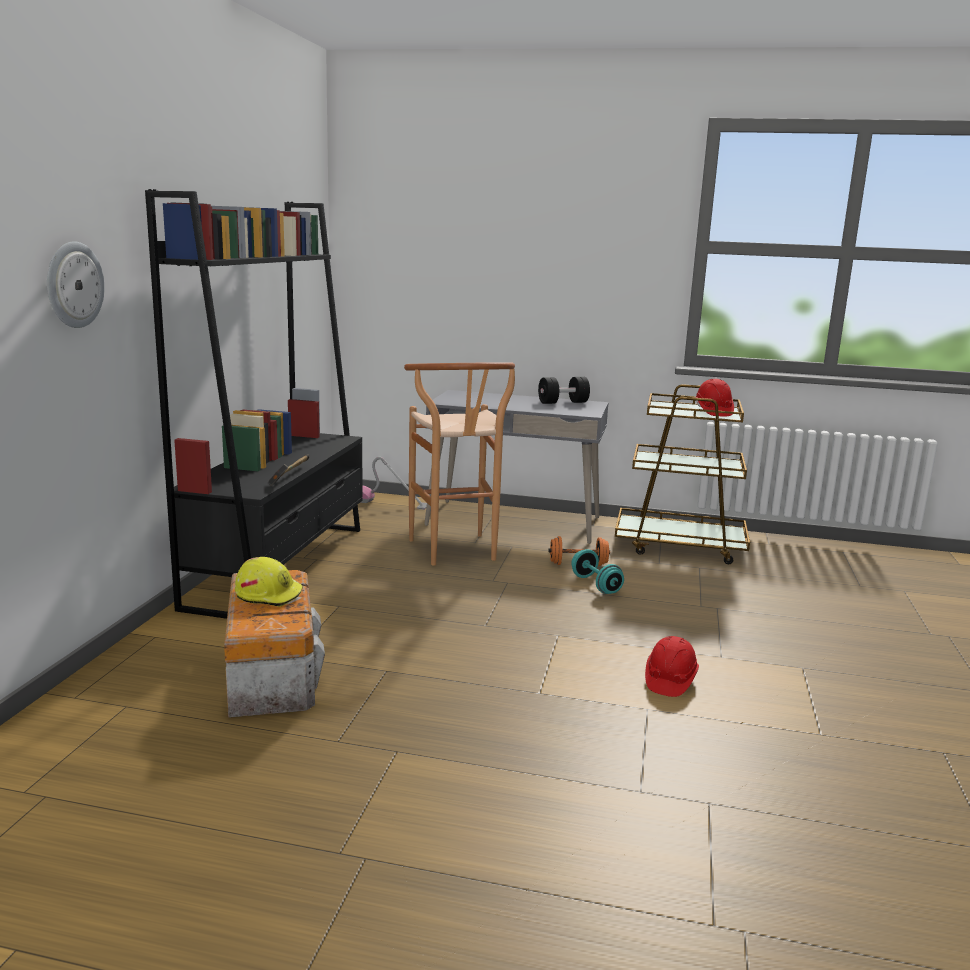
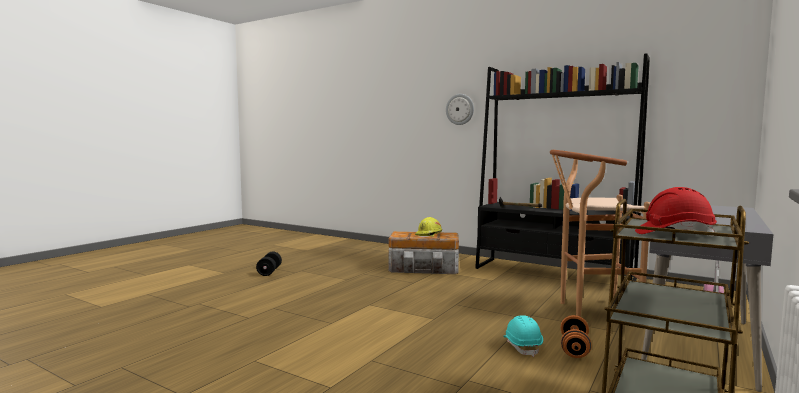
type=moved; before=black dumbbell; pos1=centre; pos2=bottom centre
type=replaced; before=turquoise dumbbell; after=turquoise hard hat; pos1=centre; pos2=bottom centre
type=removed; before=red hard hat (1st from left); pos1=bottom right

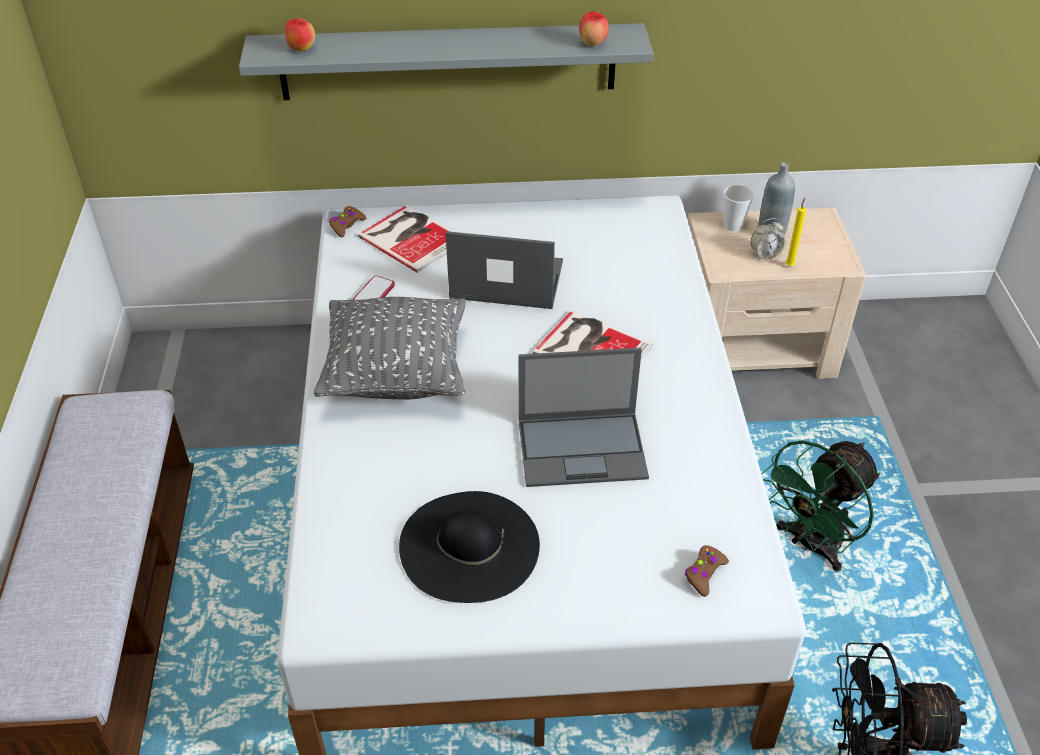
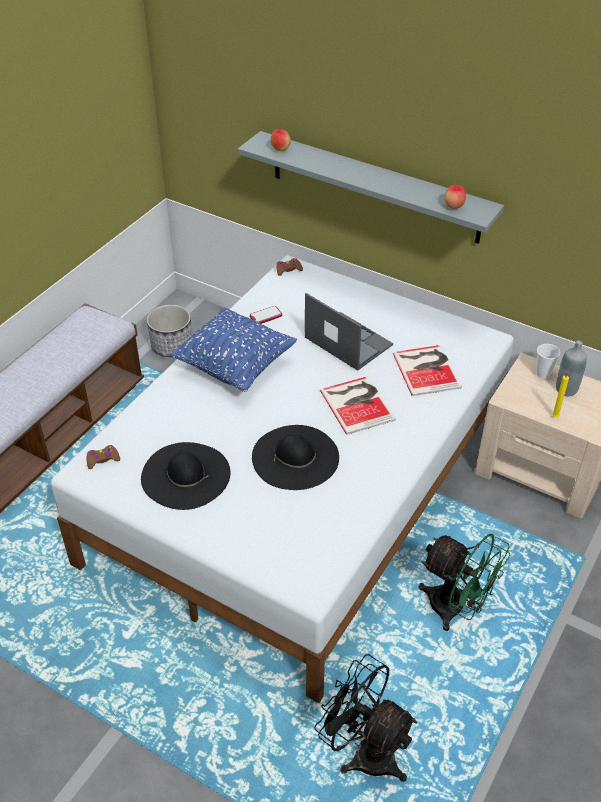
type=moved; before=brown game controller (2nd from left in the first image); after=brown game controller (1st from left); pos1=bottom right; pos2=middle left
type=added; after=planter; pos2=middle left
type=recoloured; before=grey pillow; after=blue pillow; pos1=centre; pos2=centre
type=replaced; before=laptop (2nd from left); after=black hat (2nd from left); pos1=centre; pos2=centre
type=moved; before=book (1st from left in the first image); after=book (2nd from left); pos1=top centre; pos2=middle right
type=turned; before=green fan; pos1=bottom right; pos2=bottom right; turn=-135
type=removed; before=alarm clock; pos1=top right

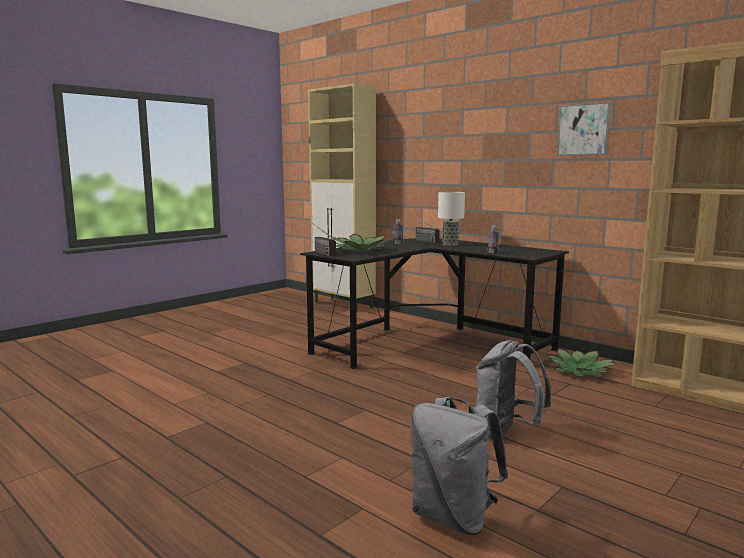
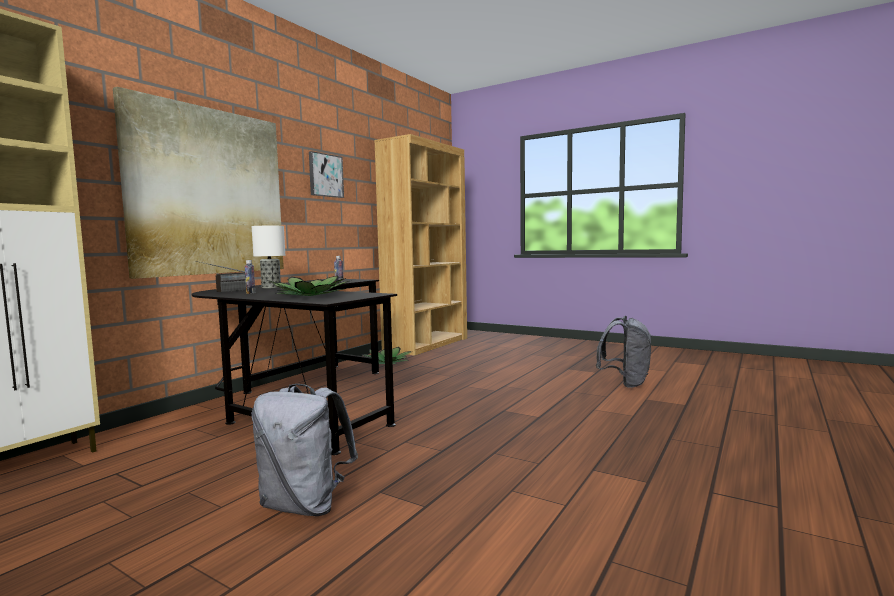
type=added; after=picture (1st from left); pos2=top left
type=moved; before=grey backpack (2nd from left in the first image); after=grey backpack (1st from left); pos1=bottom right; pos2=bottom centre
type=removed; before=radio (1st from left); pos1=centre

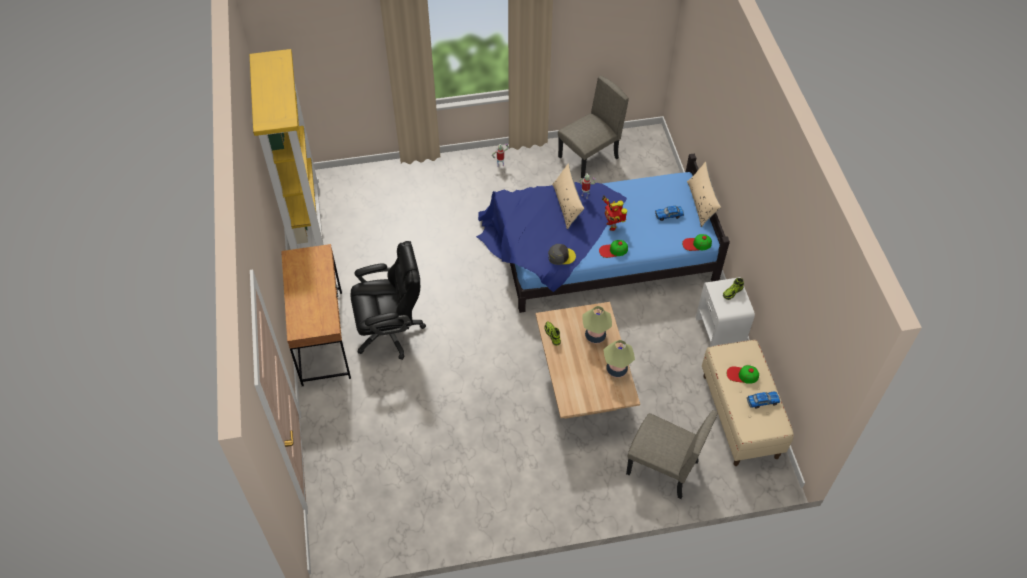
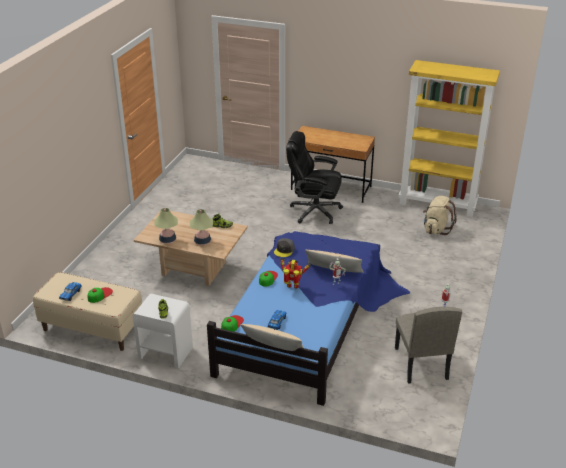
type=turned; before=black office chair; pos1=centre; pos2=centre; turn=90
type=added; after=beige backpack; pos2=middle right
type=removed; before=beige chair (2nd from left); pos1=bottom centre

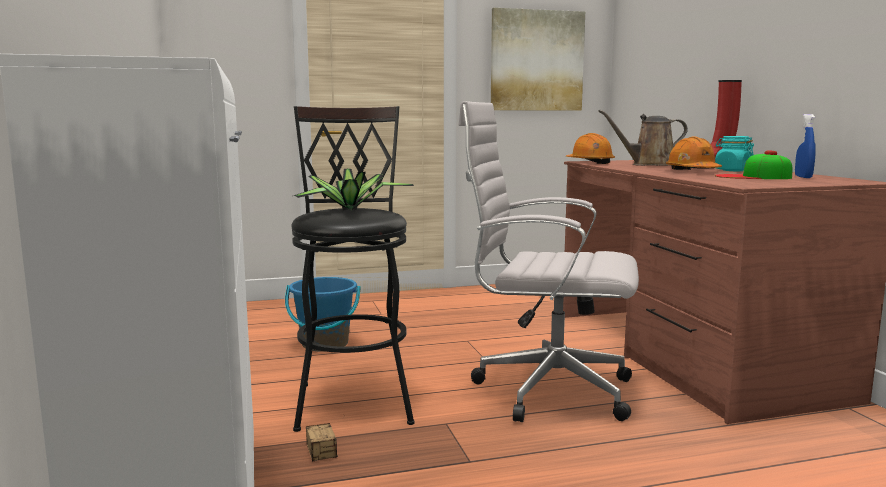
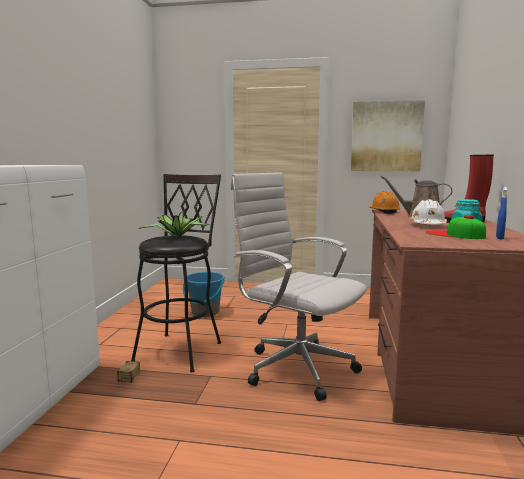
type=recoloured; before=orange hard hat (2nd from left); after=white hard hat; pos1=top right; pos2=middle right

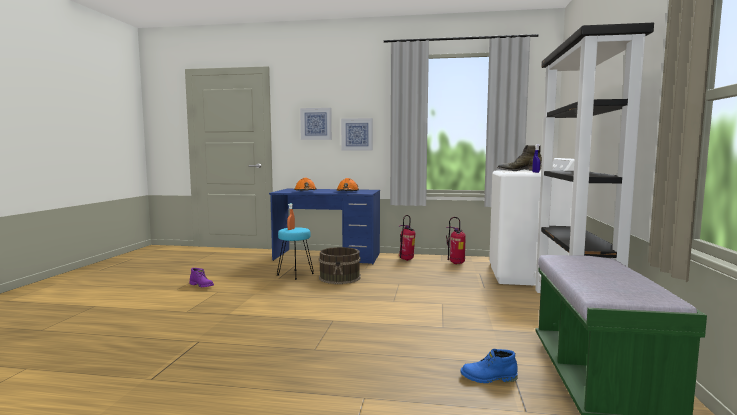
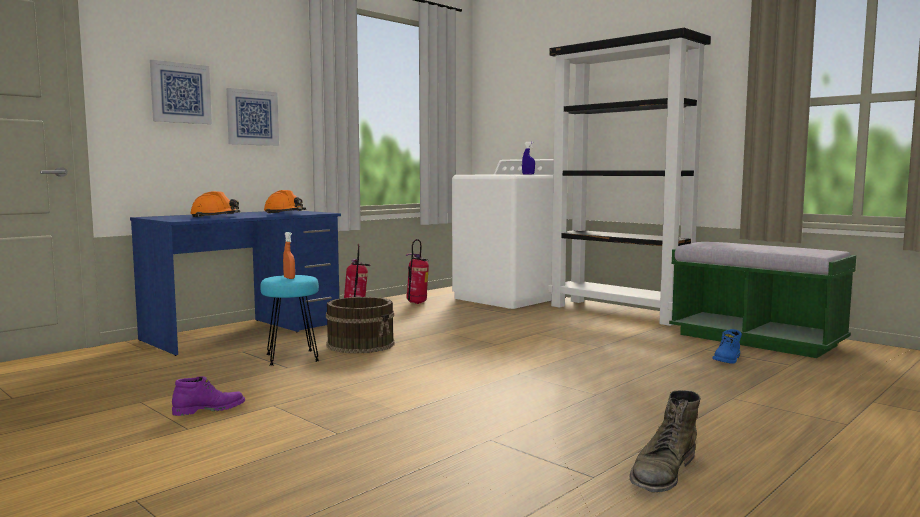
type=moved; before=green boot; pos1=middle right; pos2=bottom right

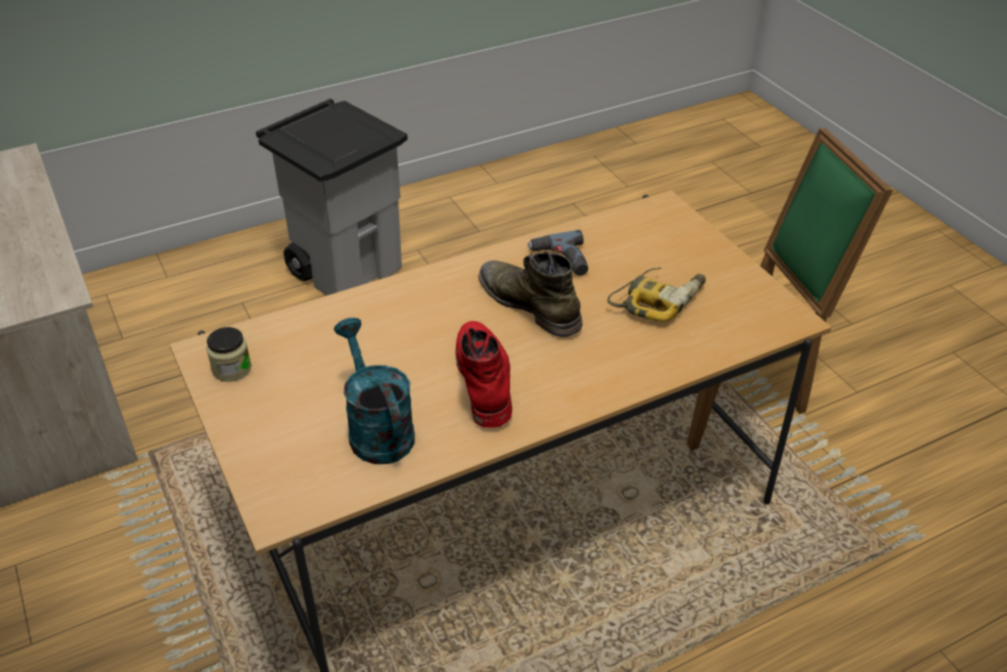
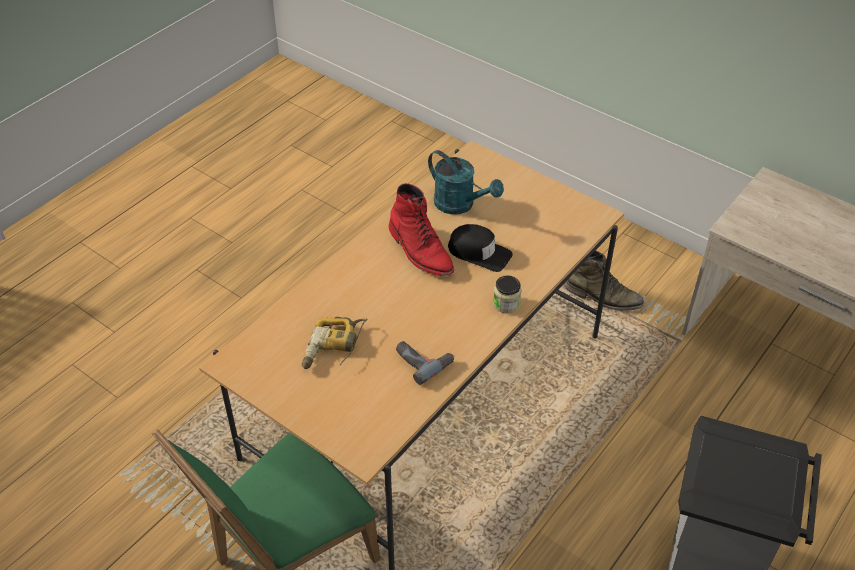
type=added; after=black cap; pos2=centre
type=moved; before=jar; pos1=middle left; pos2=centre
type=moved; before=green boot; pos1=centre; pos2=middle right

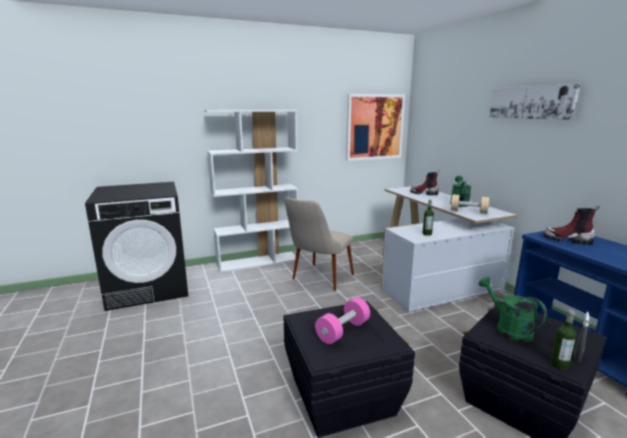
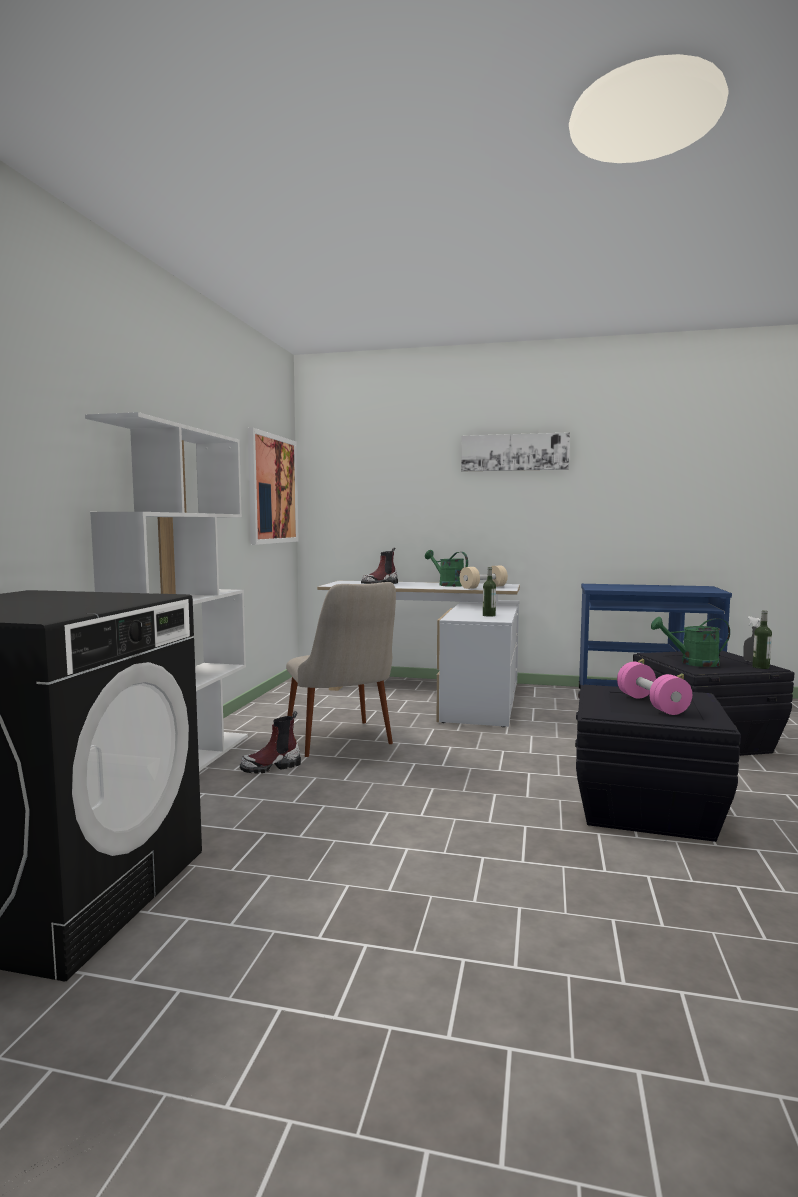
type=moved; before=boot (2nd from left in the first image); after=boot (1st from left); pos1=middle right; pos2=centre

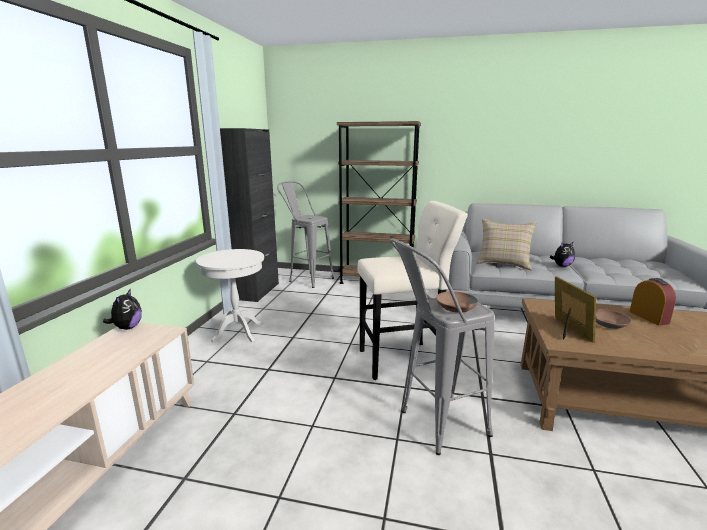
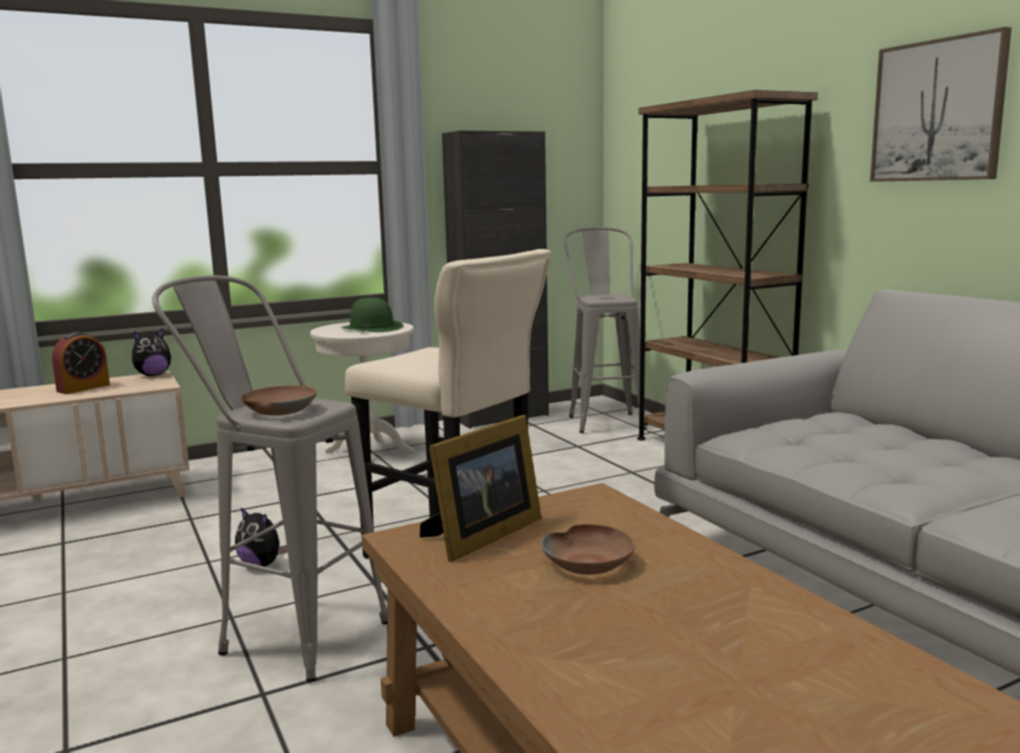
type=moved; before=alarm clock; pos1=middle right; pos2=middle left
type=moved; before=plush toy (2nd from left); pos1=middle right; pos2=bottom left
type=added; after=green hat; pos2=centre
type=added; after=picture; pos2=top right
type=removed; before=beige pillow; pos1=middle right

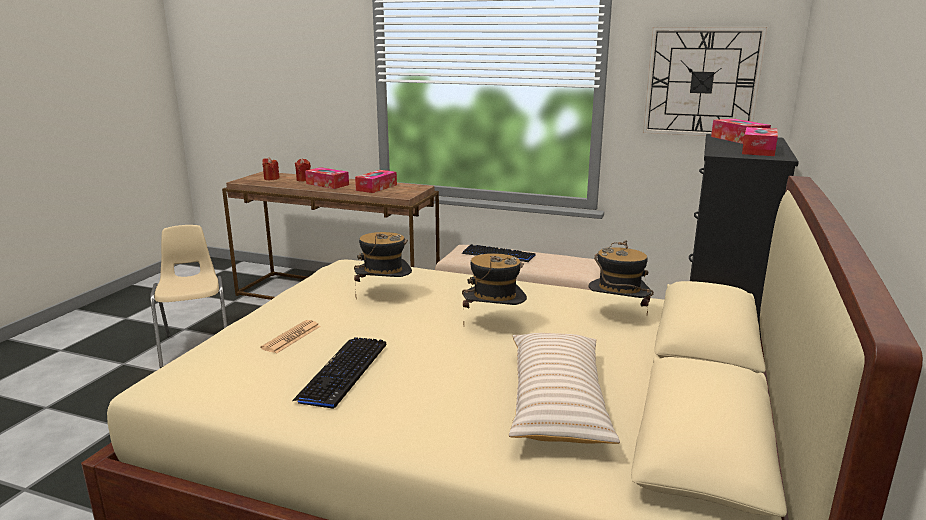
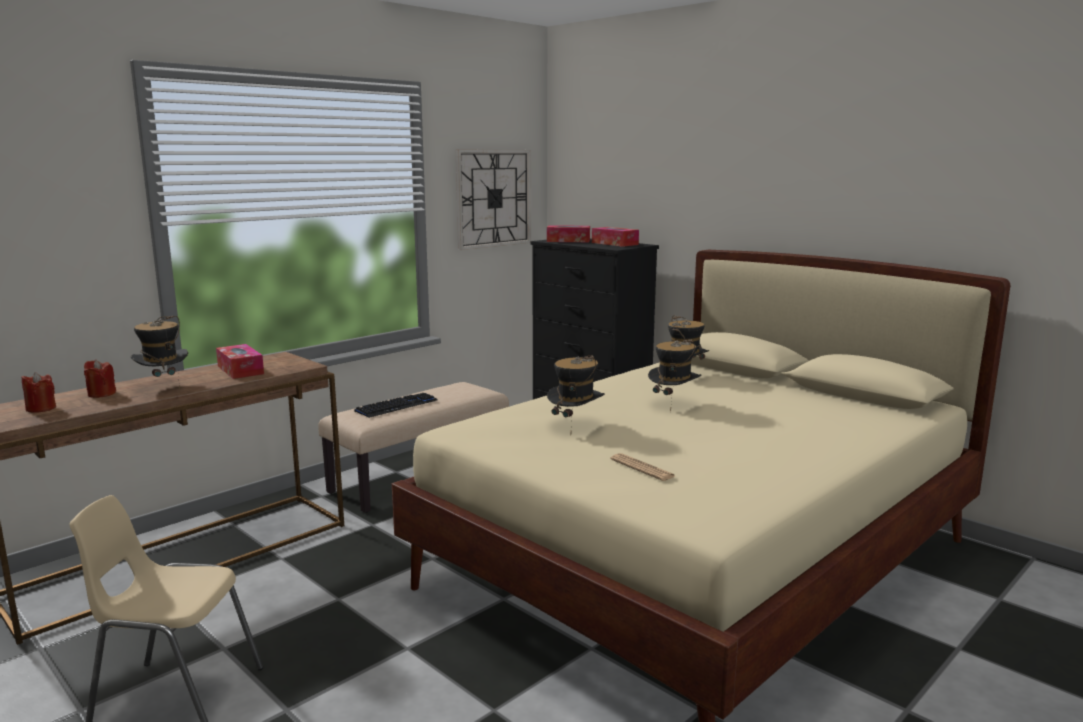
type=replaced; before=tissue box (1st from left); after=hat (1st from left); pos1=centre; pos2=middle left
type=removed; before=keyboard (1st from left); pos1=bottom centre
type=removed; before=beige pillow; pos1=bottom centre

